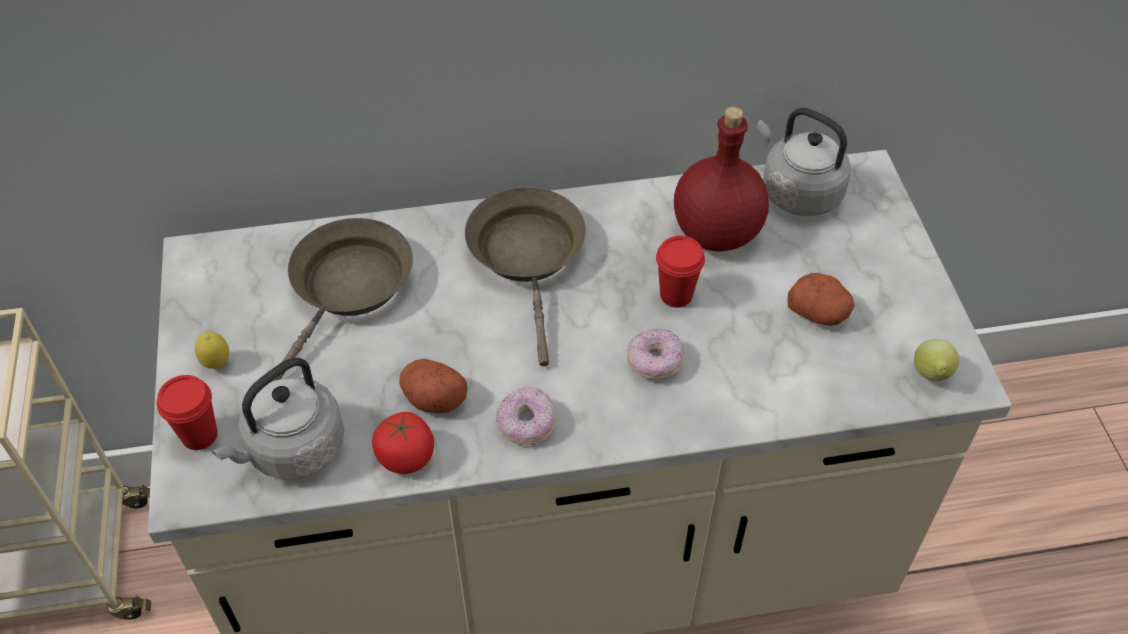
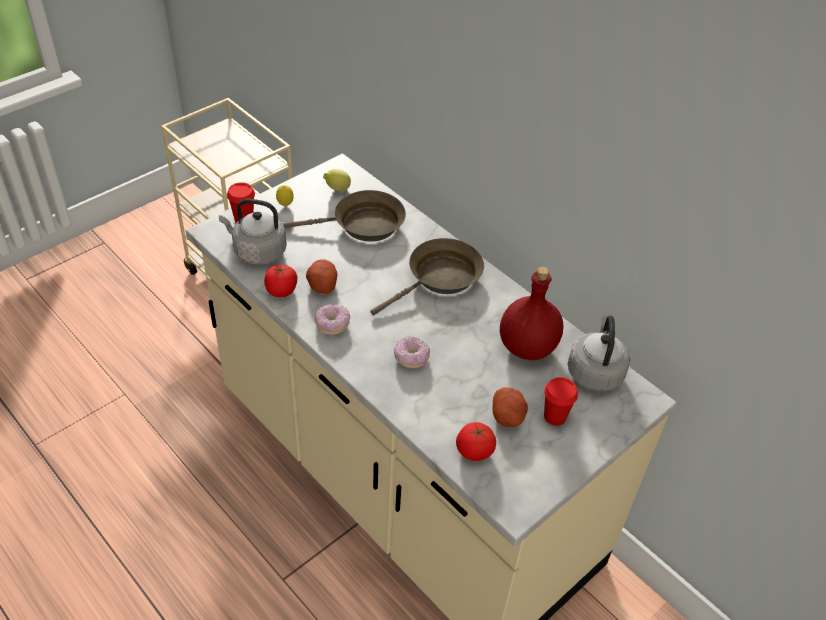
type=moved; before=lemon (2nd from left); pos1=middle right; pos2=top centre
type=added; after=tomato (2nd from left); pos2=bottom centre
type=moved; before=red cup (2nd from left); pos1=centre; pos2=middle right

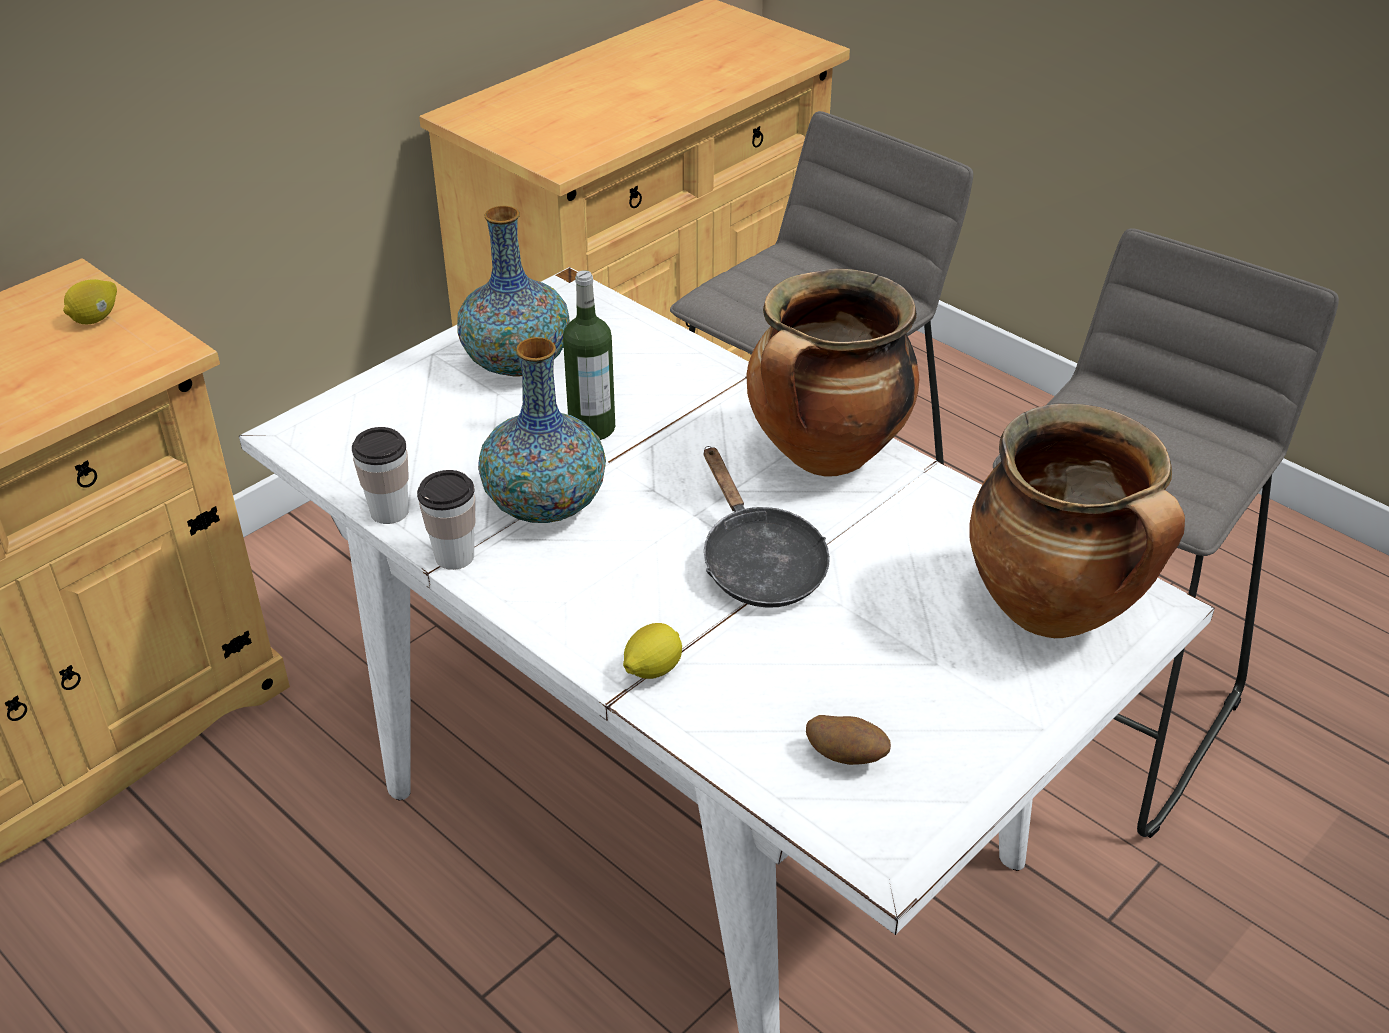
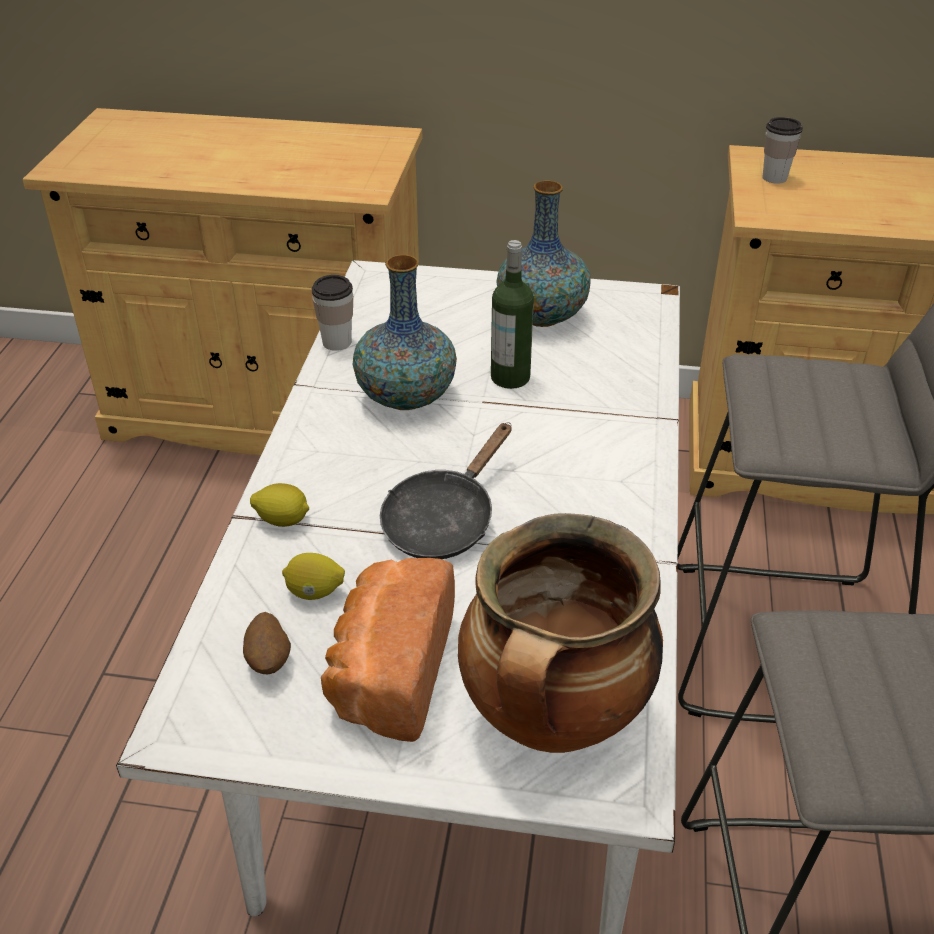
type=moved; before=lemon (1st from left in the first image); after=lemon (2nd from left); pos1=top left; pos2=centre
type=added; after=bread; pos2=bottom centre
type=moved; before=cup (2nd from left); pos1=middle left; pos2=top right
type=removed; before=cooking pot (1st from left); pos1=centre

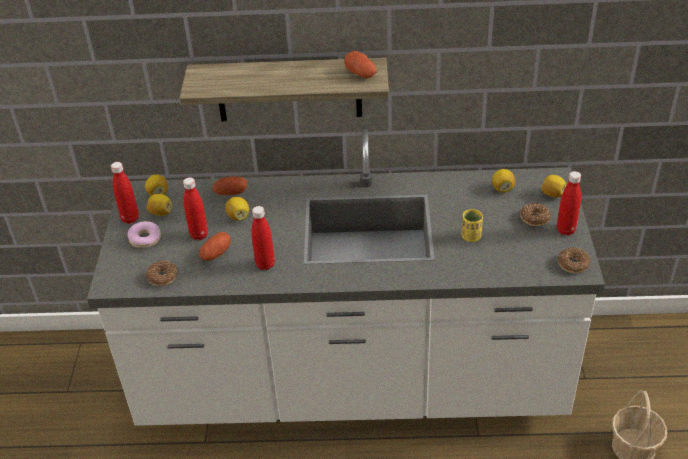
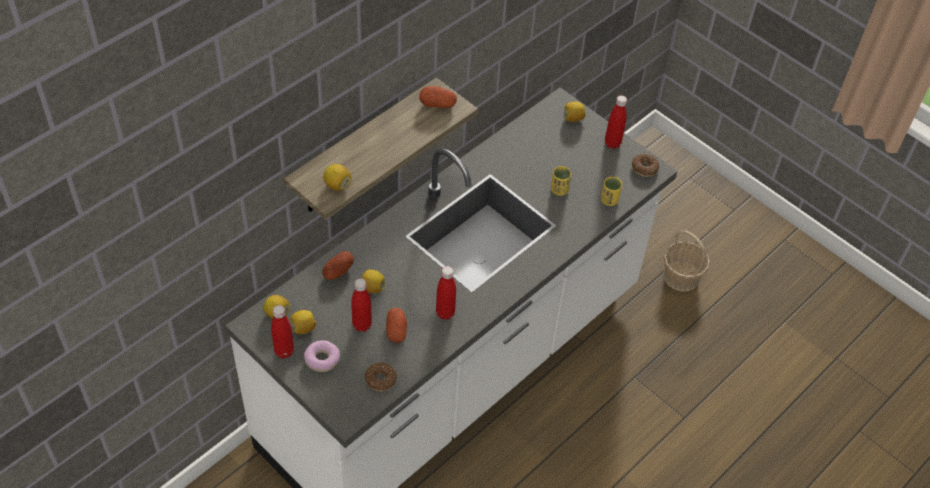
type=moved; before=lemon (4th from left in the first image); after=lemon (3rd from left); pos1=middle right; pos2=centre
type=added; after=yellow cup (2nd from left); pos2=centre
type=removed; before=donut (3rd from left); pos1=middle right

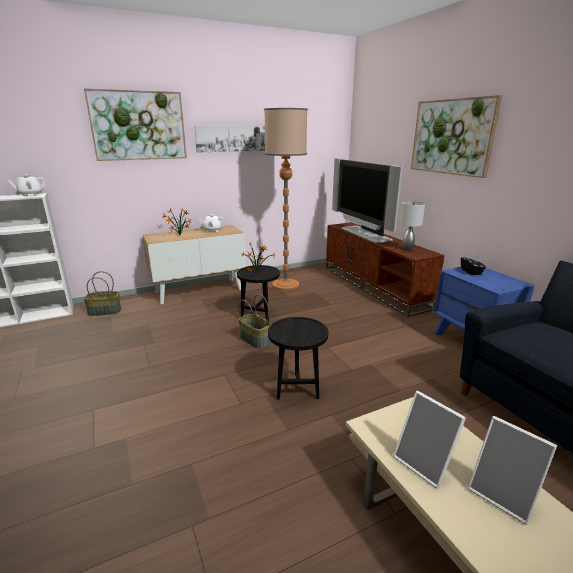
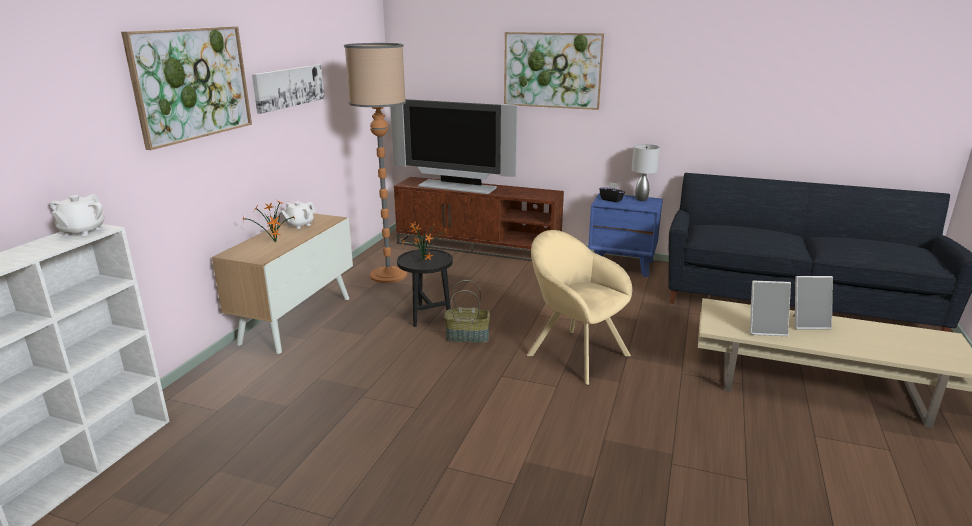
type=replaced; before=black side table (2nd from left); after=beige armchair; pos1=centre; pos2=centre
type=moved; before=grey table lamp; pos1=middle right; pos2=top centre
type=removed; before=basket (1st from left); pos1=middle left

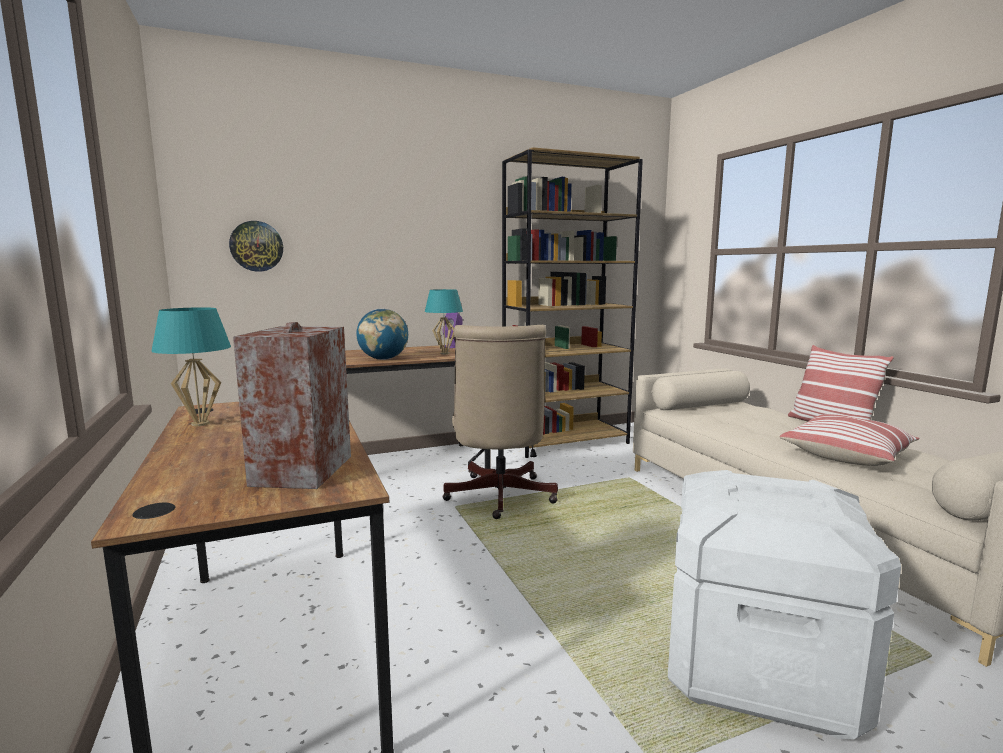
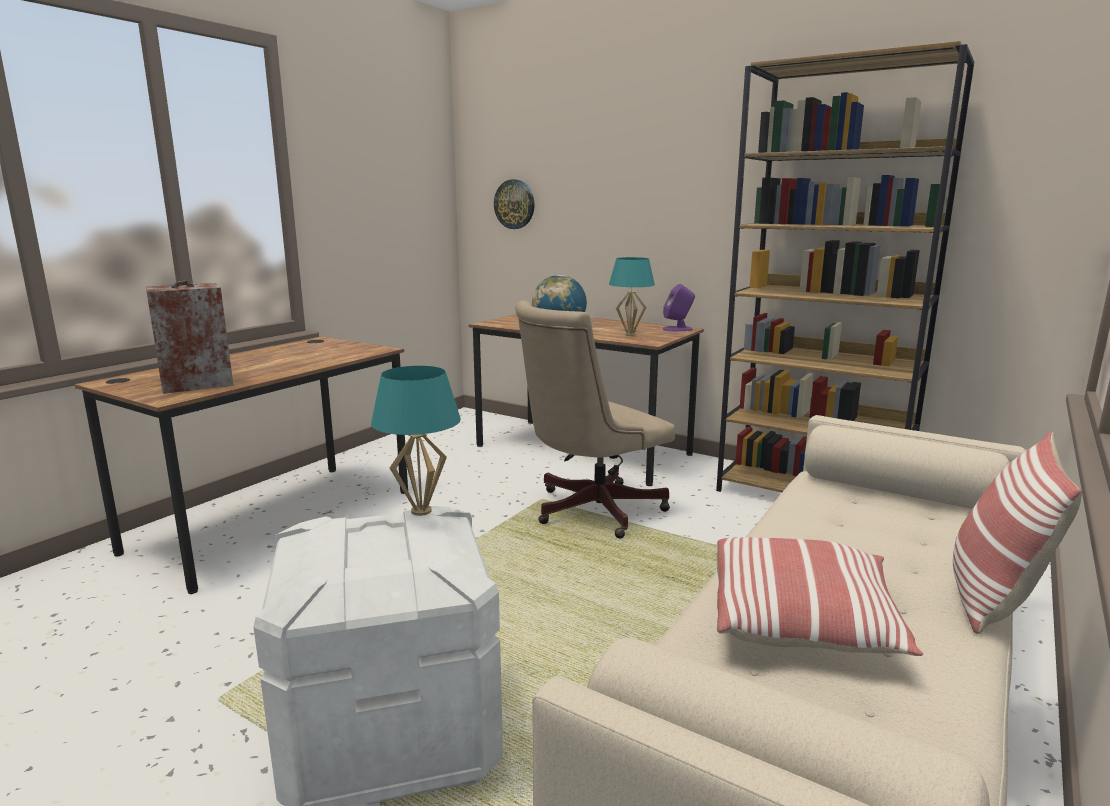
type=moved; before=turquoise table lamp (1st from left); pos1=middle left; pos2=centre

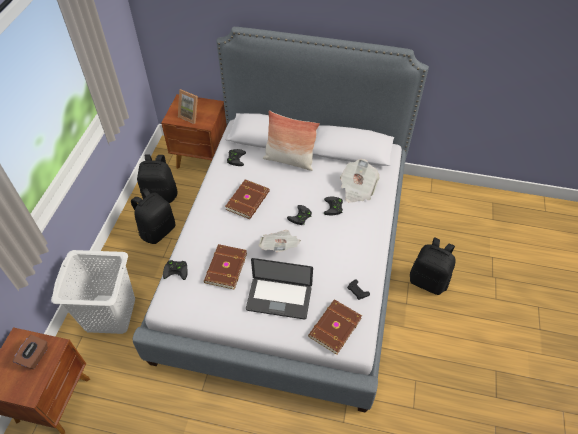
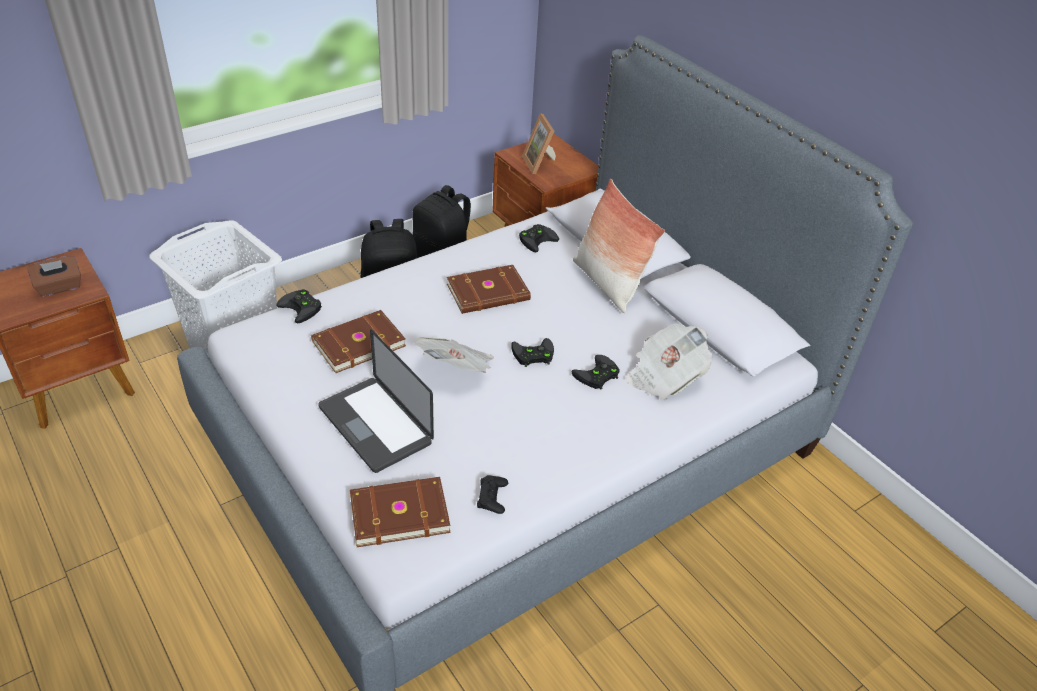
type=removed; before=black backpack (3rd from left); pos1=middle right

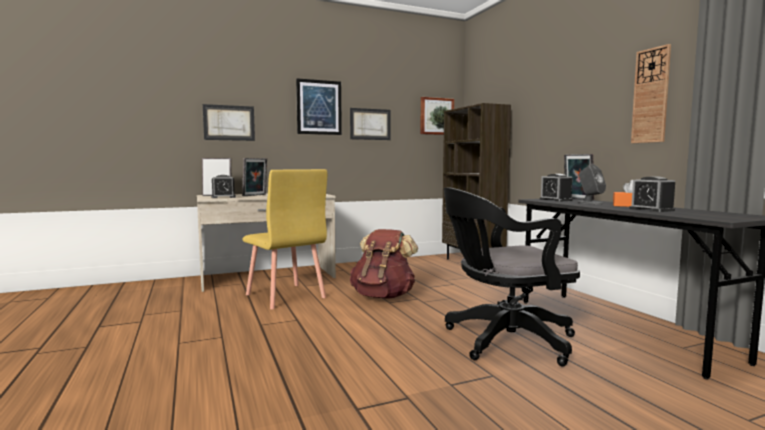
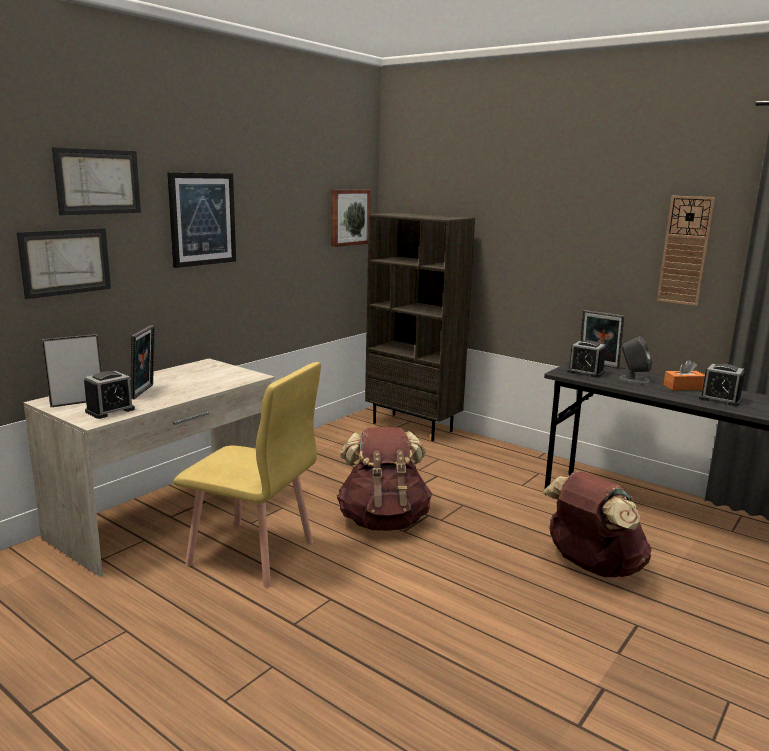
type=moved; before=picture (3rd from left in the first image); after=picture (2nd from left); pos1=top centre; pos2=top left
type=replaced; before=black office chair; after=brown backpack (2nd from left); pos1=middle right; pos2=bottom right

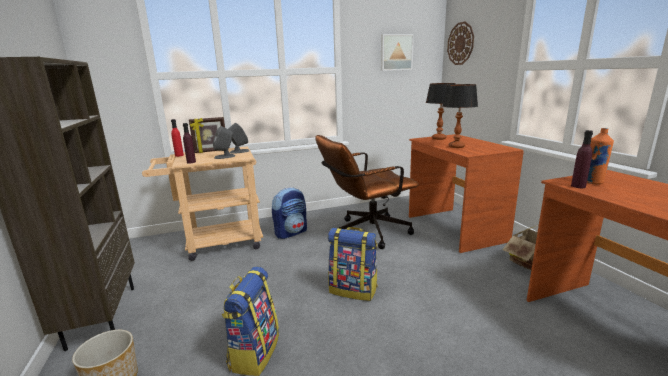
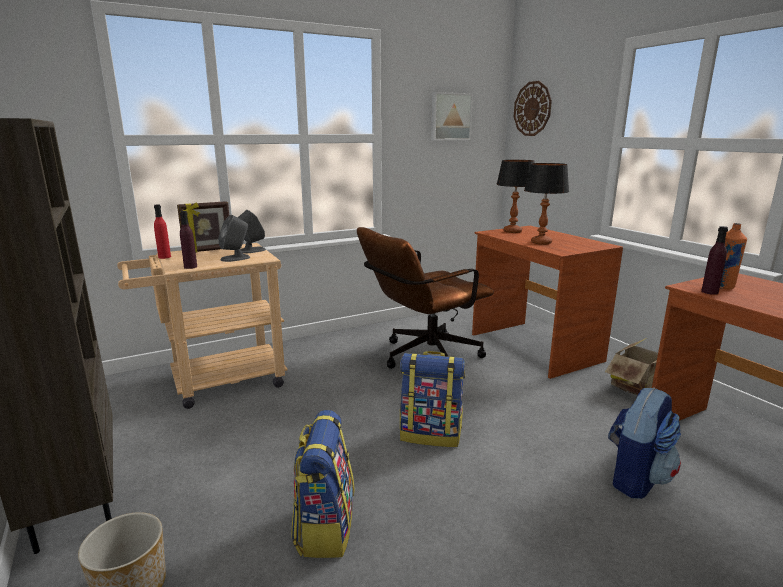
type=moved; before=backpack (2nd from left in the first image); after=backpack (3rd from left); pos1=centre; pos2=bottom right

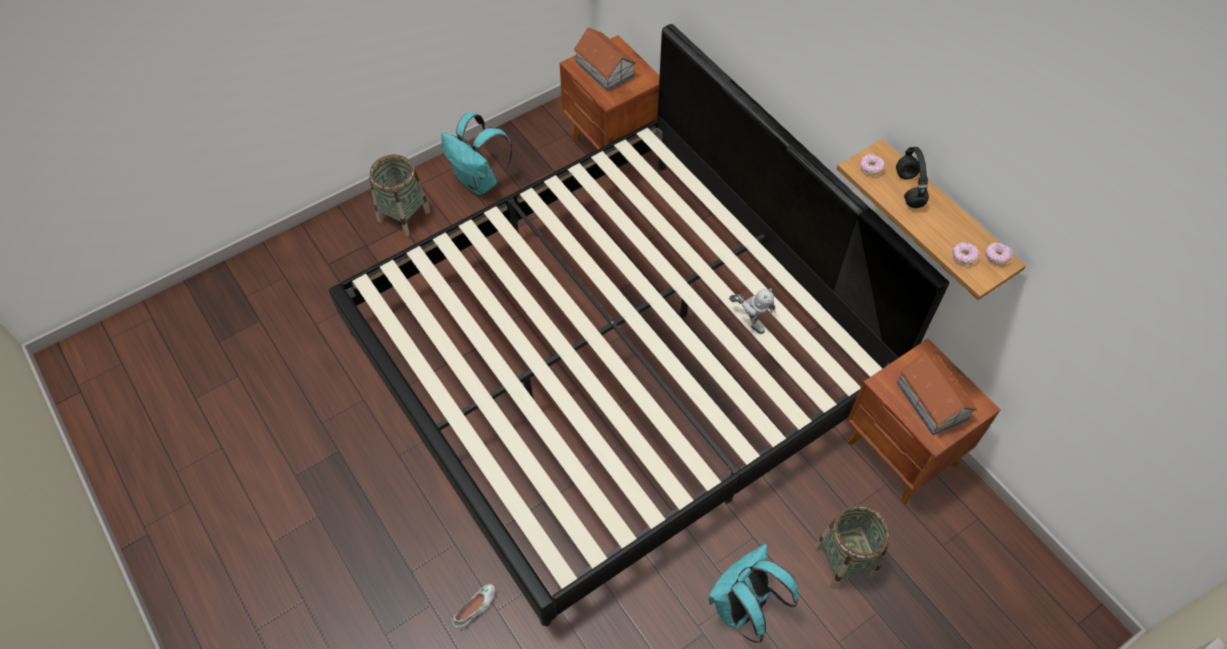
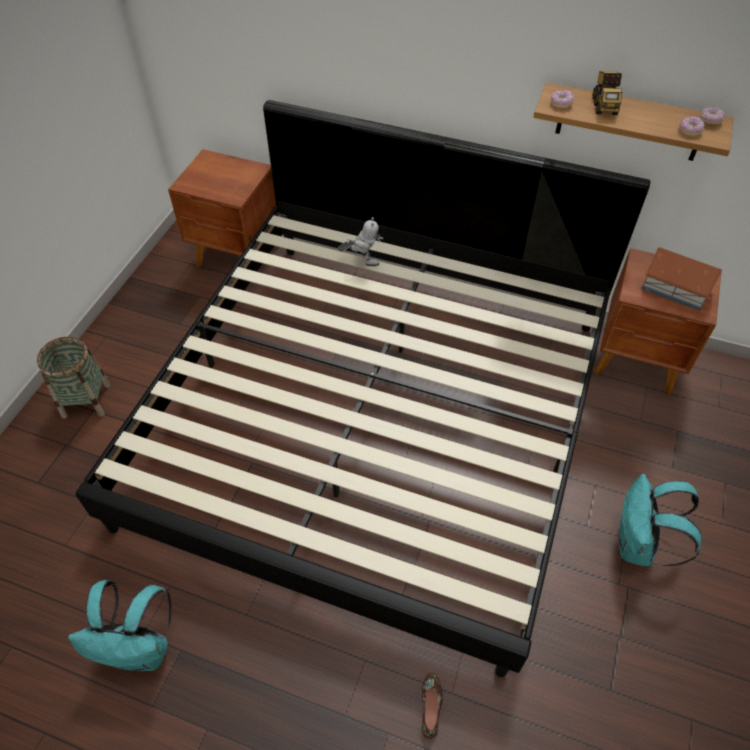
type=moved; before=turquoise backpack (1st from left); pos1=top centre; pos2=bottom left
type=moved; before=toy robot; pos1=centre; pos2=top centre
type=recoloured; before=white shoe; after=brown shoe; pos1=bottom centre; pos2=bottom centre
type=replaced; before=black headphones; after=toy truck; pos1=top right; pos2=top right
type=removed; before=toy house (1st from left); pos1=top centre
type=removed; before=basket (2nd from left); pos1=bottom right

